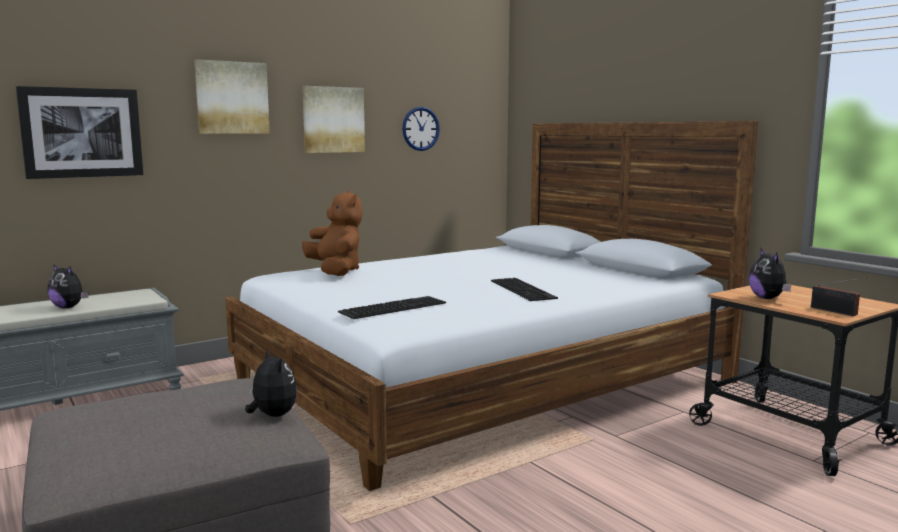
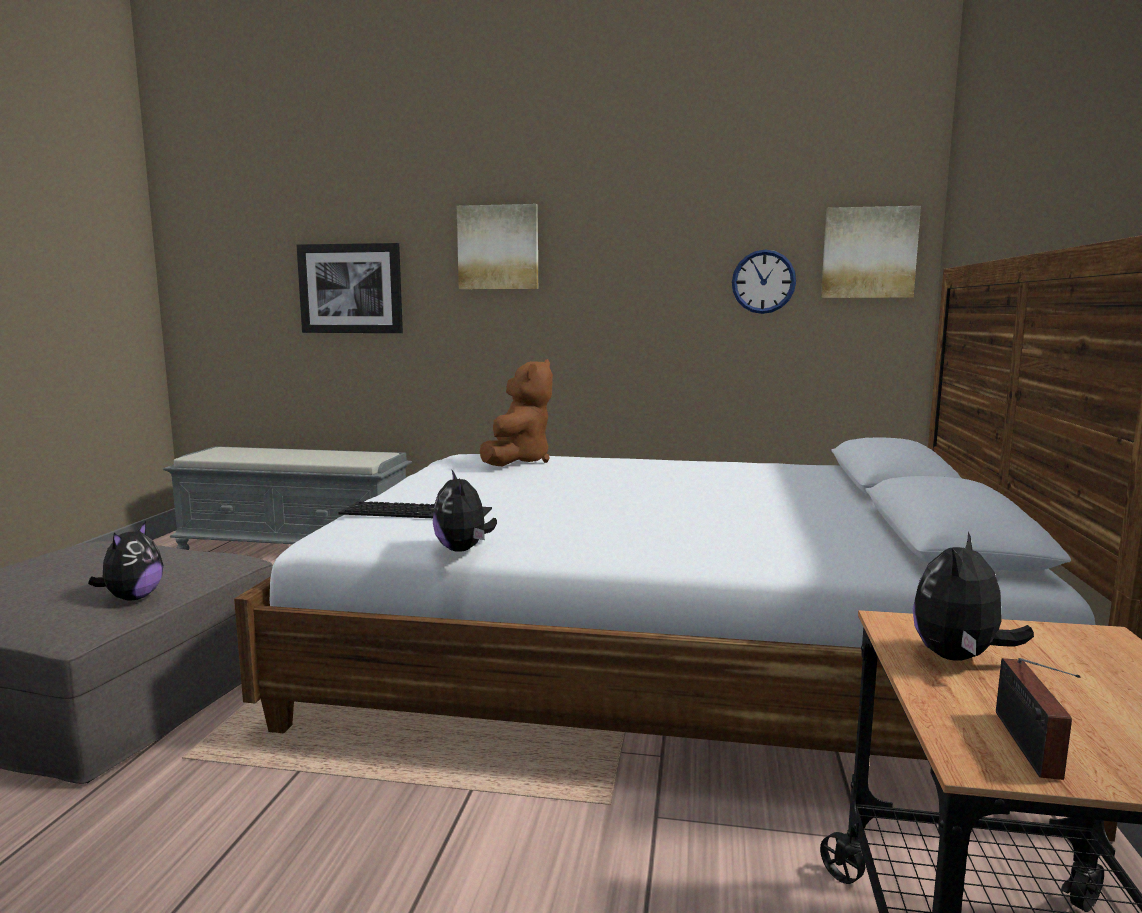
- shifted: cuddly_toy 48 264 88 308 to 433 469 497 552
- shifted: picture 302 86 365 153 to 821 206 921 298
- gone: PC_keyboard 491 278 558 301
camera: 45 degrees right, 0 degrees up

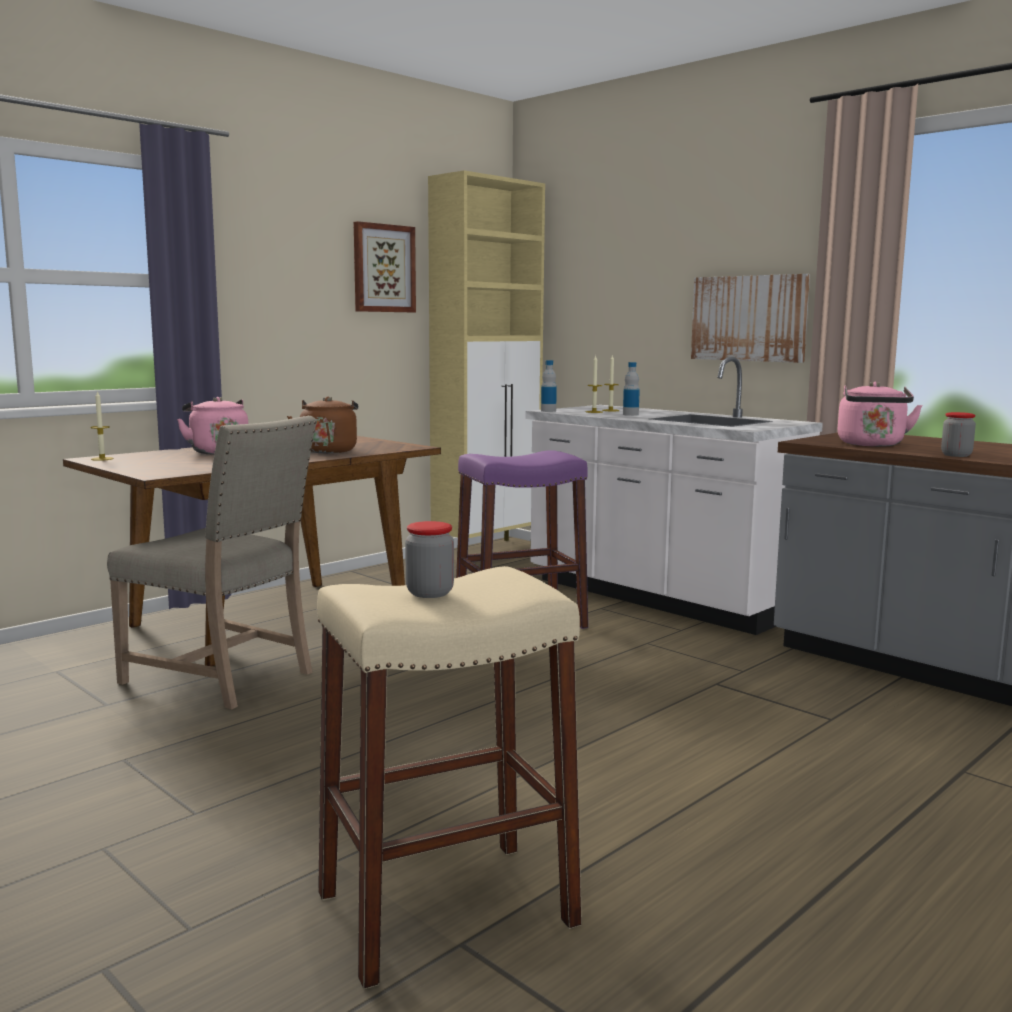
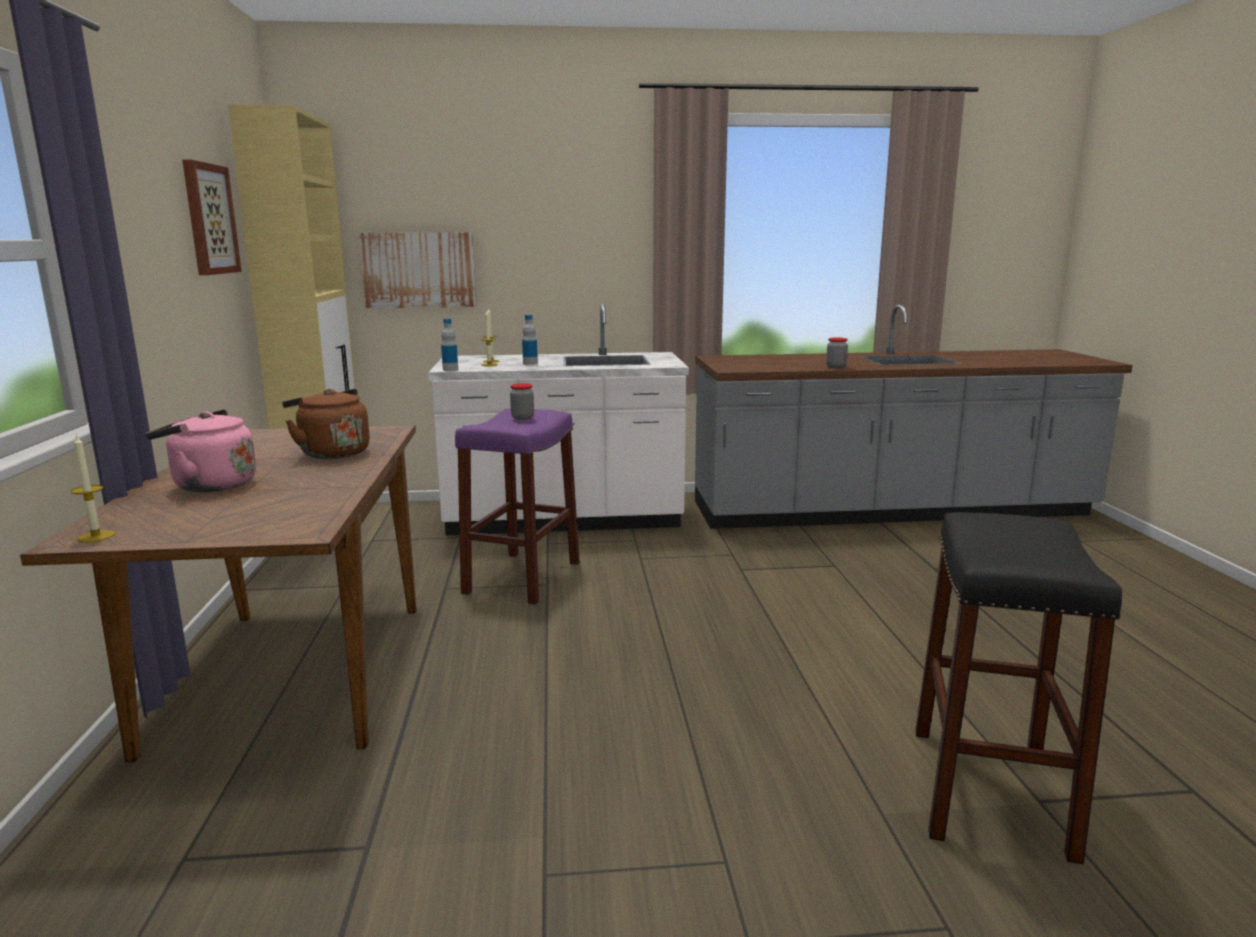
- gone: beige-coloured_chair 107 416 317 709
- repainted: beige-coloured_stool 317 566 582 989 to blackish_stool 915 512 1122 864
- shifted: jar 405 521 454 598 to 510 383 534 420
- shifted: picture 691 274 810 363 to 359 232 477 308
- gone: pink_kettle 838 382 923 447
camera: 50 degrees left, 5 degrees up

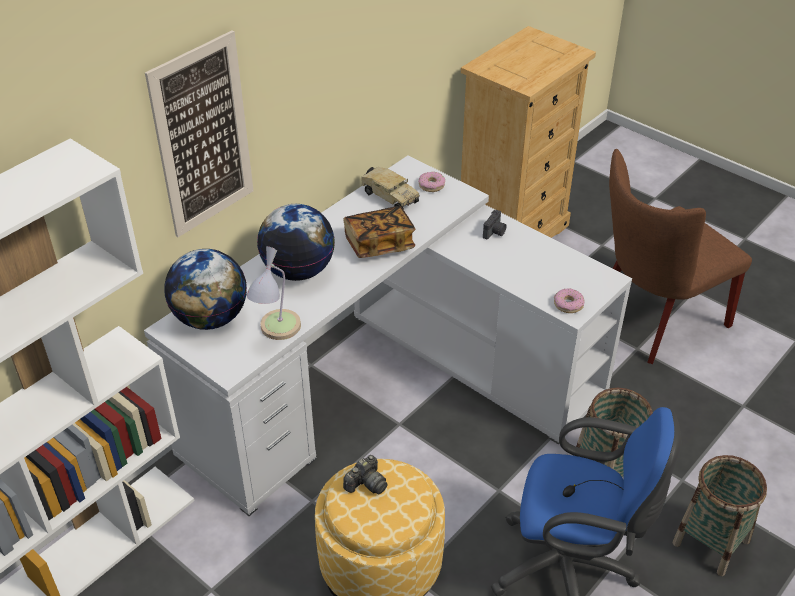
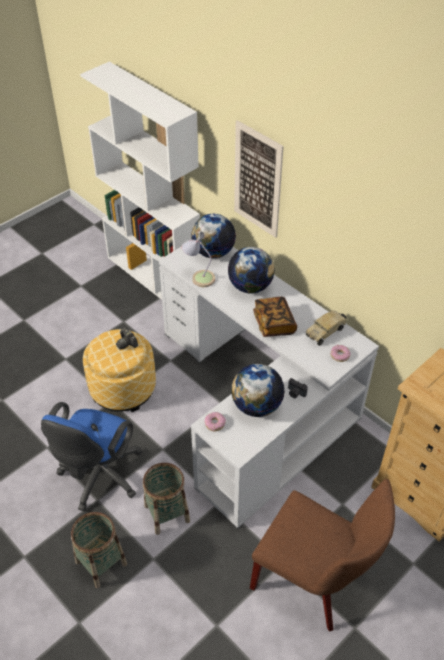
- rotated: brown-coloured_chair 609 149 752 364 = 250 479 395 632 150 degrees clockwise
- new: desk_globe 231 364 284 417
camera: 95 degrees right, 5 degrees up

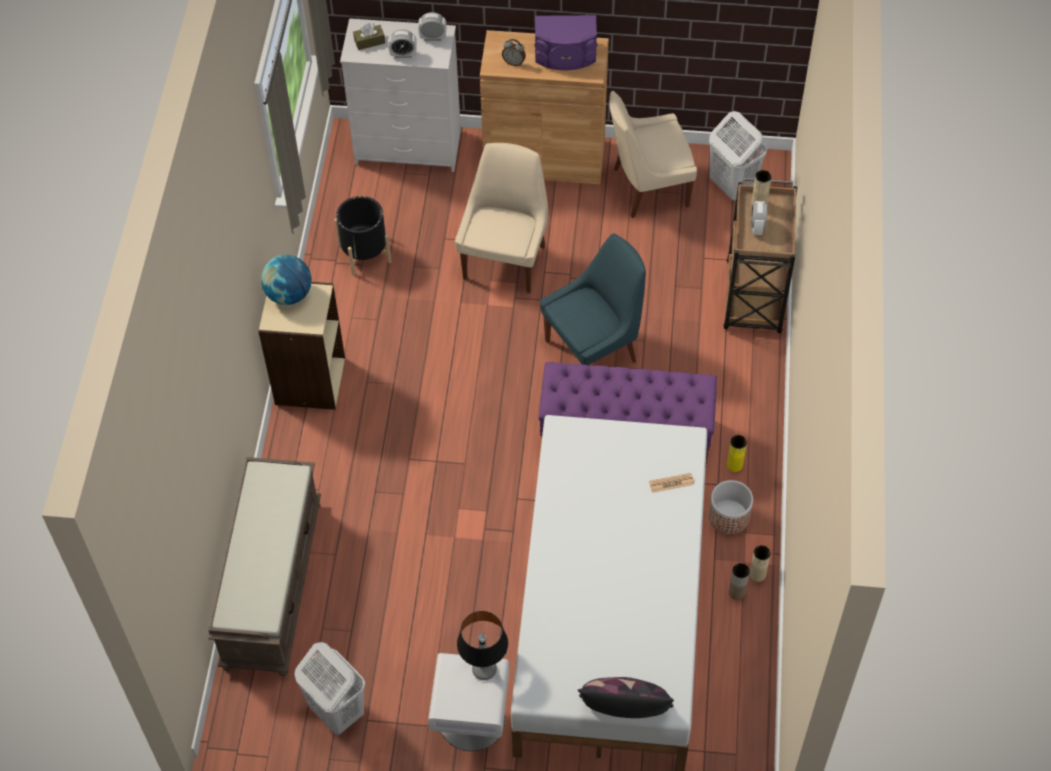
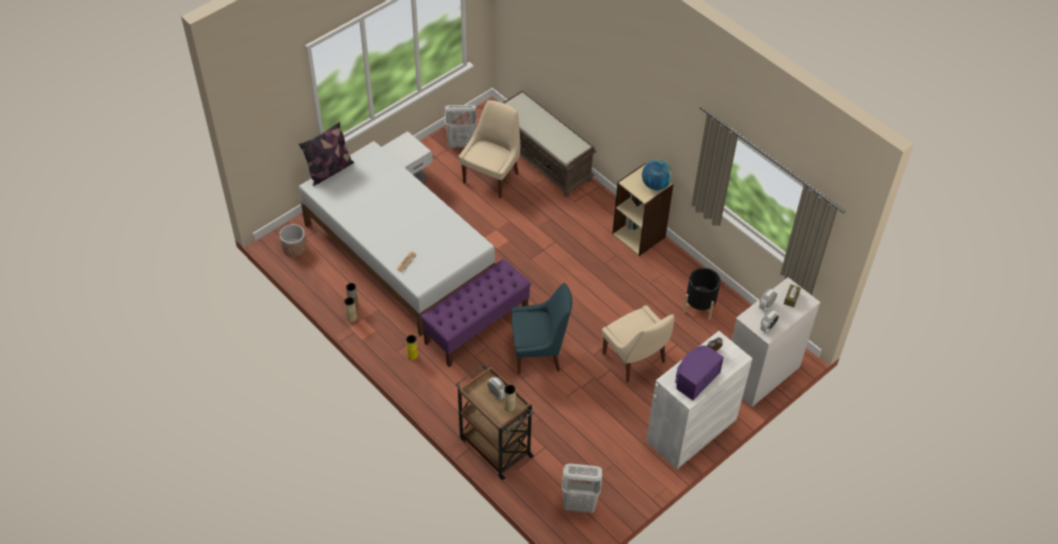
- gone: table_lamp 457 611 508 680
- repainted: brown-coloured_storage_cabinet 480 30 609 185 to white-coloured_storage_cabinet 646 331 753 469
- rotated: bluish_chair 540 233 646 365 = 512 283 572 374 105 degrees counterclockwise
- shifted: beige-coloured_chair 609 91 697 218 to 459 100 520 198
- shifted: flower_pot 708 480 753 535 to 280 224 307 257
camera: 130 degrees right, 5 degrees down

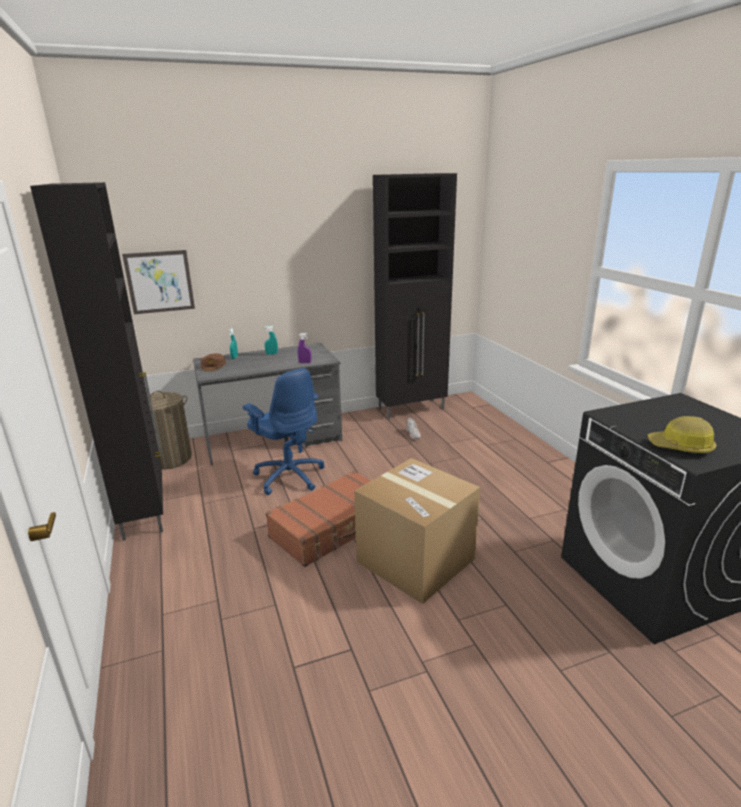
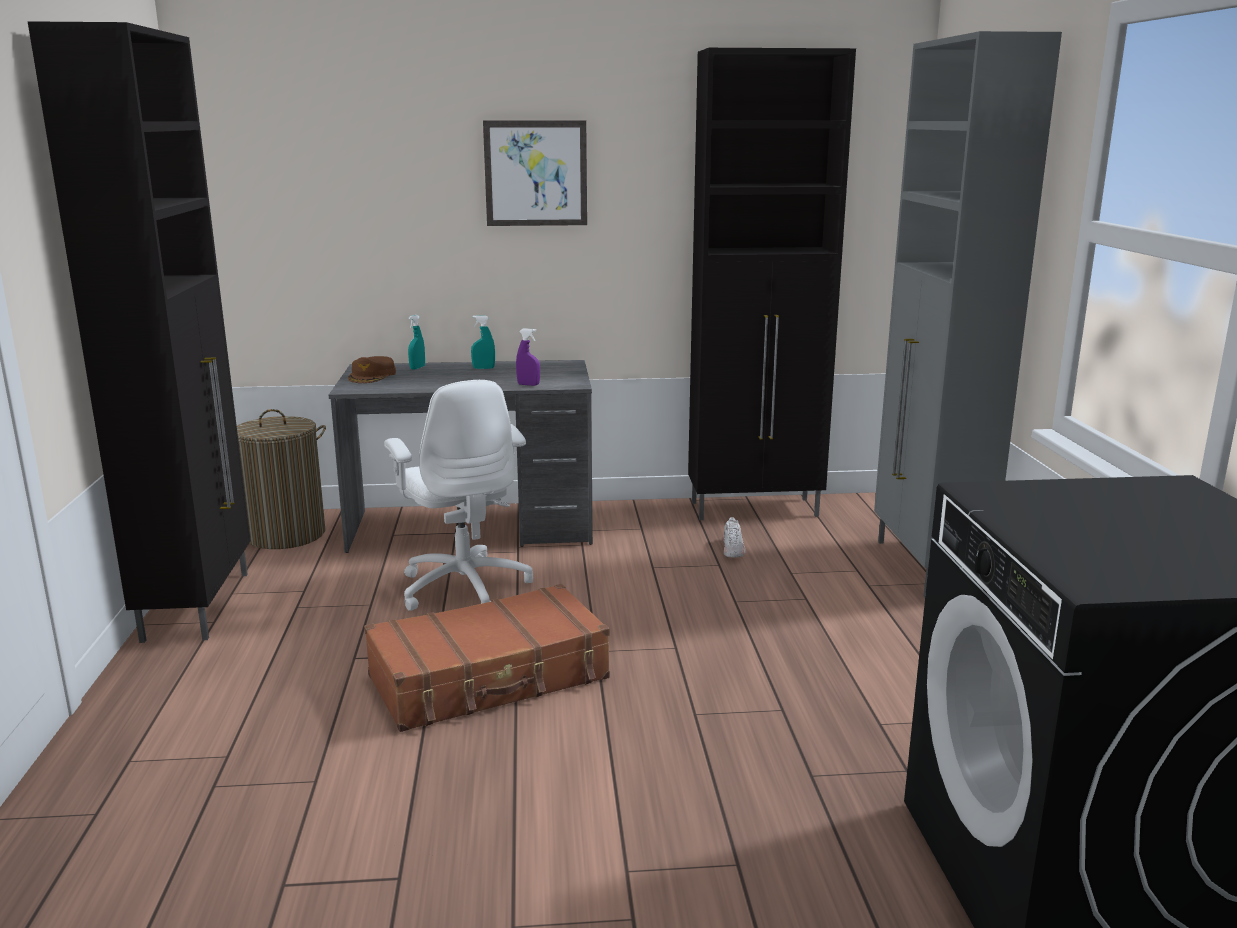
- shifted: picture 122 250 195 314 to 483 120 587 226
- repainted: bluish_desk_chair 243 368 324 495 to white-coloured_desk_chair 384 380 533 611
- gone: carton 354 458 480 604
- gone: hard_hat 648 416 716 453
- new: greyish_storage_cabinet 874 31 1062 598
camera: 15 degrees right, 5 degrees down

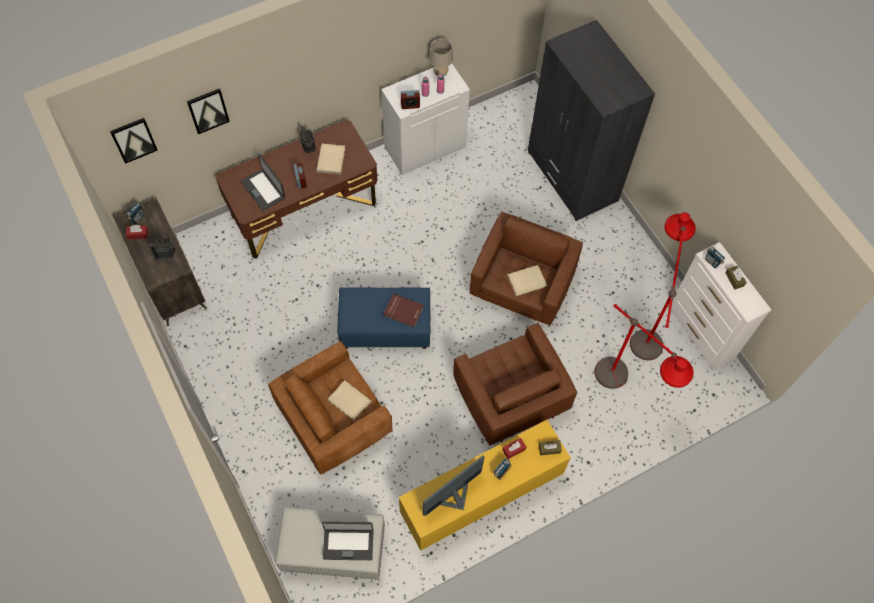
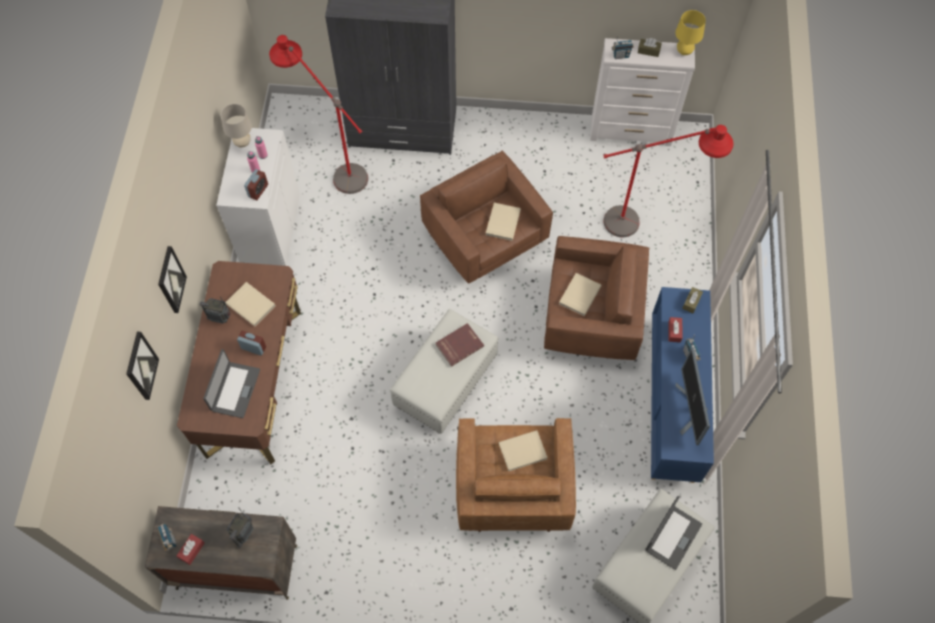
- shifted: picture 110 118 158 164 to 158 246 187 313
- rotated: notebook_computer 241 154 285 211 = 203 349 260 418 75 degrees counterclockwise
- repainted: bluish_ottoman 337 288 430 349 to white-coloured_ottoman 390 309 499 434
- repainted: yellow_storage_cabinet 399 420 571 551 to bluish_storage_cabinet 651 287 714 483
- shifted: reddish_floor_lamp 630 212 696 360 to 269 35 368 194
- new: beige-coloured_volume 559 273 602 316
- new: yellow_table_lamp 675 10 706 55
camera: 55 degrees left, 0 degrees up

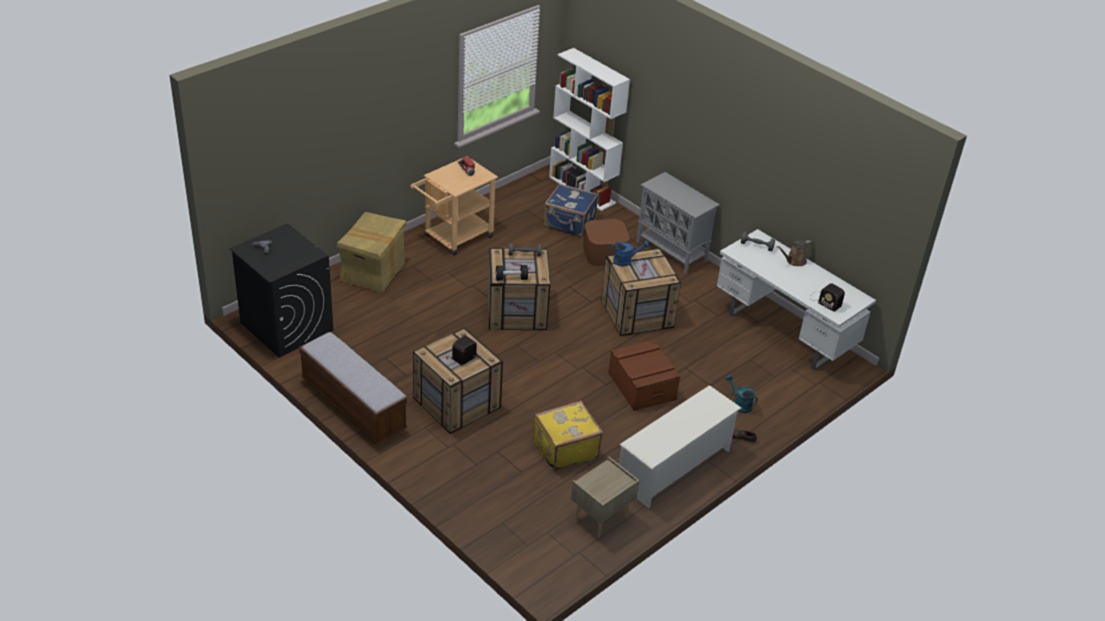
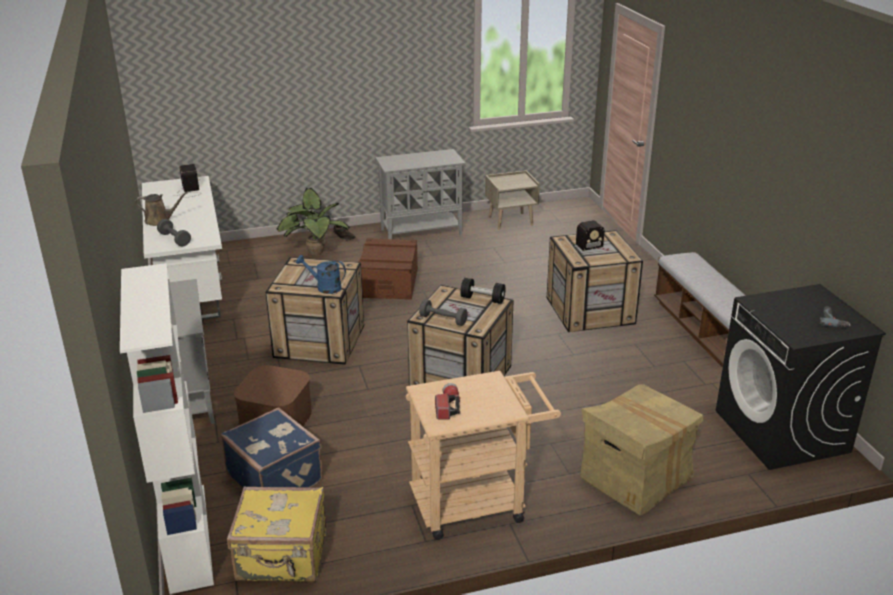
- shifted: yellow_piece_of_luggage 533 401 603 471 to 227 487 326 582
- swapped: white-coloured_shoe_shelf 619 385 742 508 to greyish_storage_cabinet 375 149 465 239
- swapped: blue-green_watering_can 725 375 758 413 to houseplant 277 187 350 255
camera: 150 degrees left, 10 degrees down

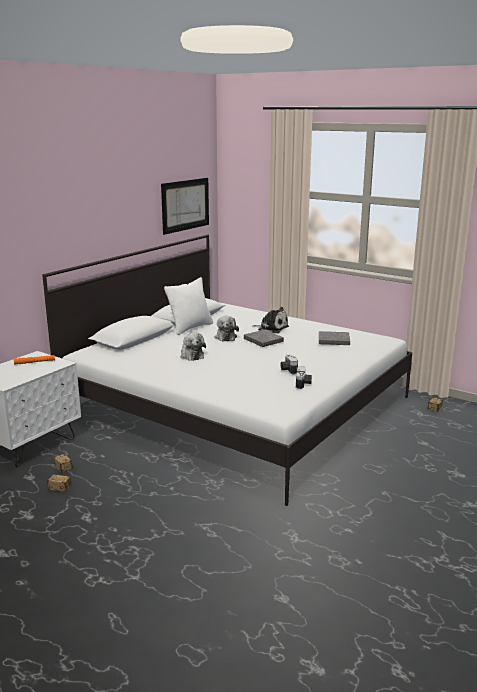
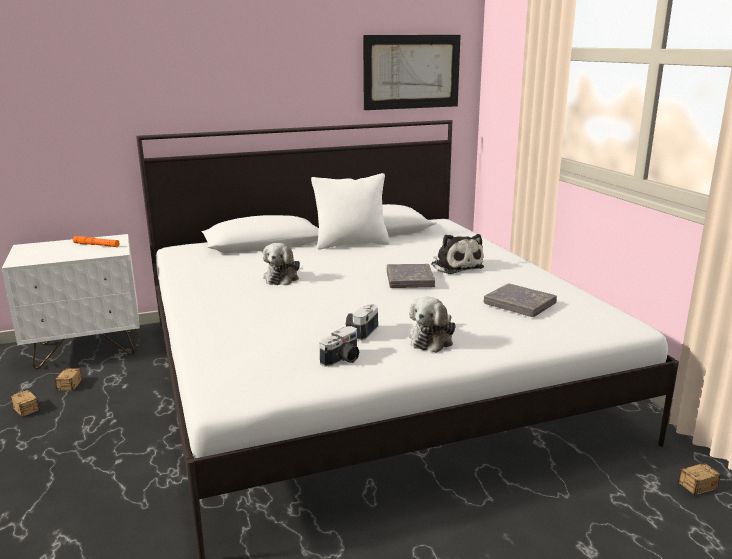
- shifted: cuddly_toy 215 316 239 341 to 409 297 456 353
camera: 35 degrees right, 0 degrees up

